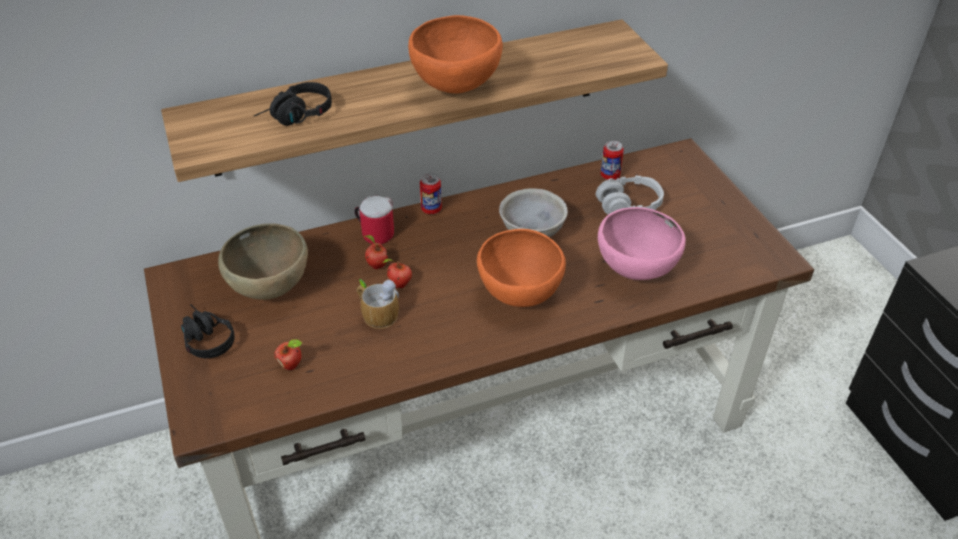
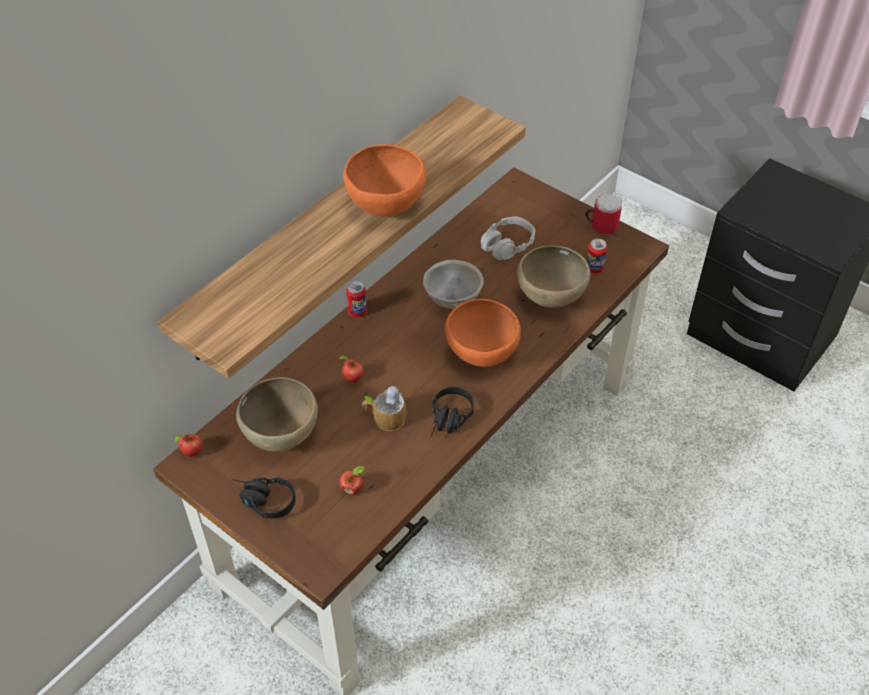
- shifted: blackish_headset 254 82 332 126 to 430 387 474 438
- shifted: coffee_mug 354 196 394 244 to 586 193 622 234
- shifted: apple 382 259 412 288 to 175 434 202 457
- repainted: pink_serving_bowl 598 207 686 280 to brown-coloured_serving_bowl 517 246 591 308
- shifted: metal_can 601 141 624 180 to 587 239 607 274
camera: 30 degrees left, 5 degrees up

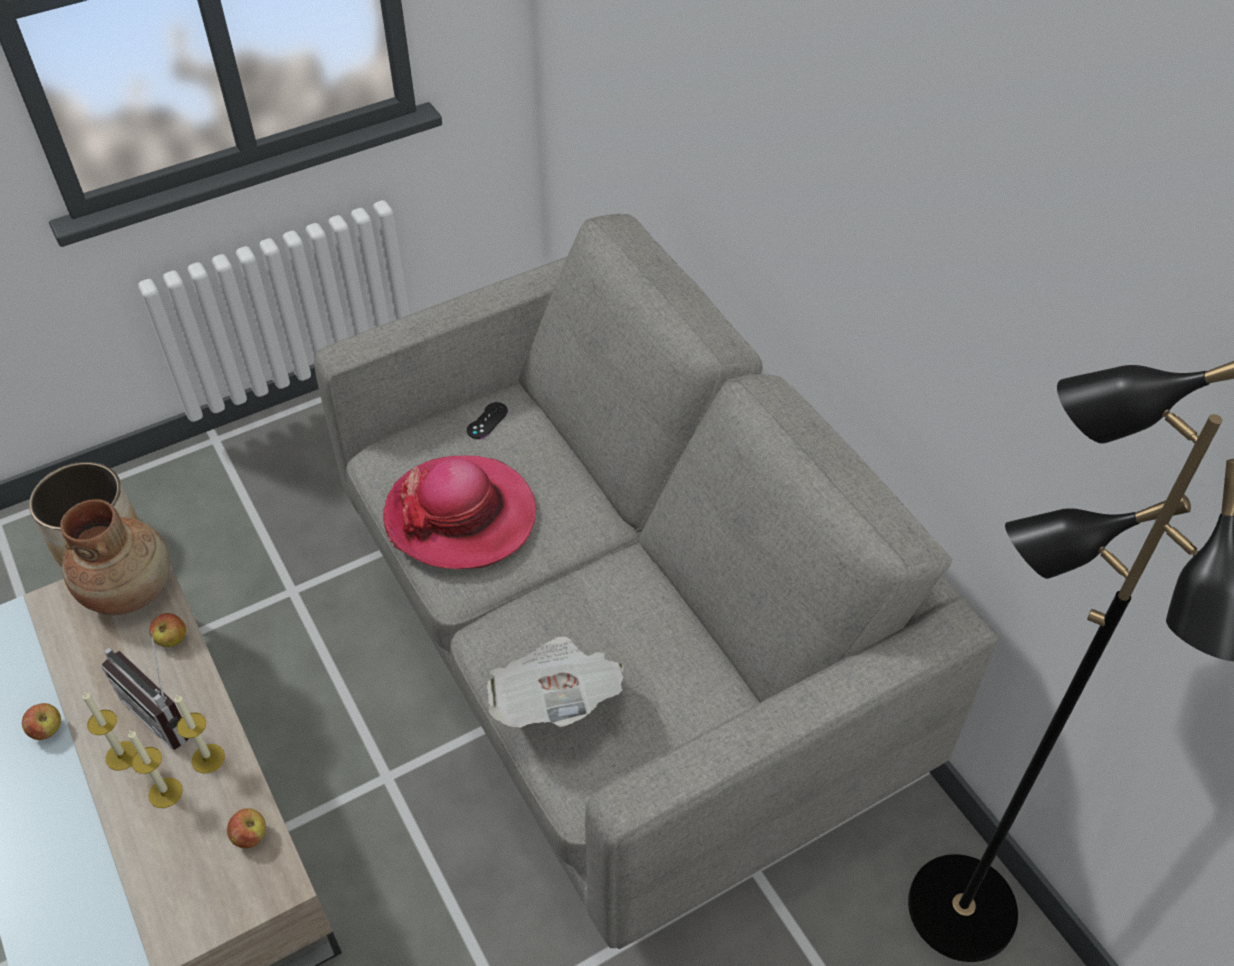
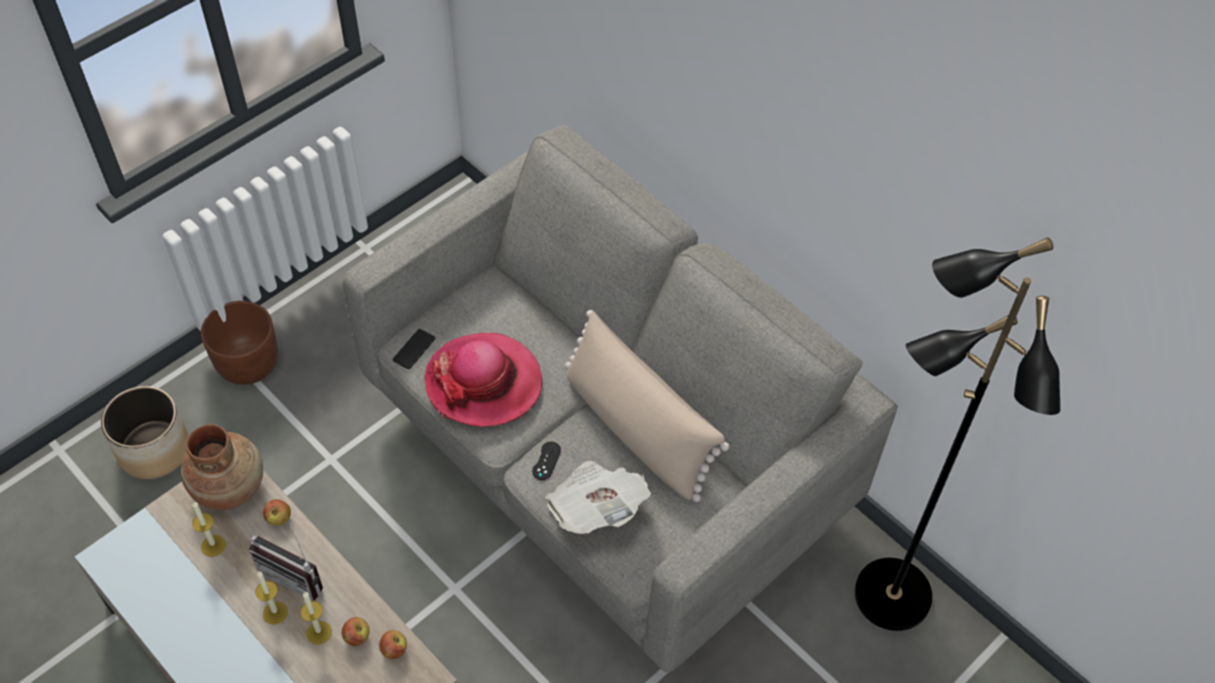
- shifted: apple 22 703 61 740 to 341 617 370 646
- shifted: wax_candle 175 695 225 773 to 192 502 226 557
- shifted: blackish_game_controller 467 402 508 439 to 532 442 561 480
- new: brown-coloured_flower_pot 201 301 278 385
- new: phone 393 329 436 369
- new: beige-coloured_pillow 565 310 729 502
camera: 15 degrees left, 5 degrees up

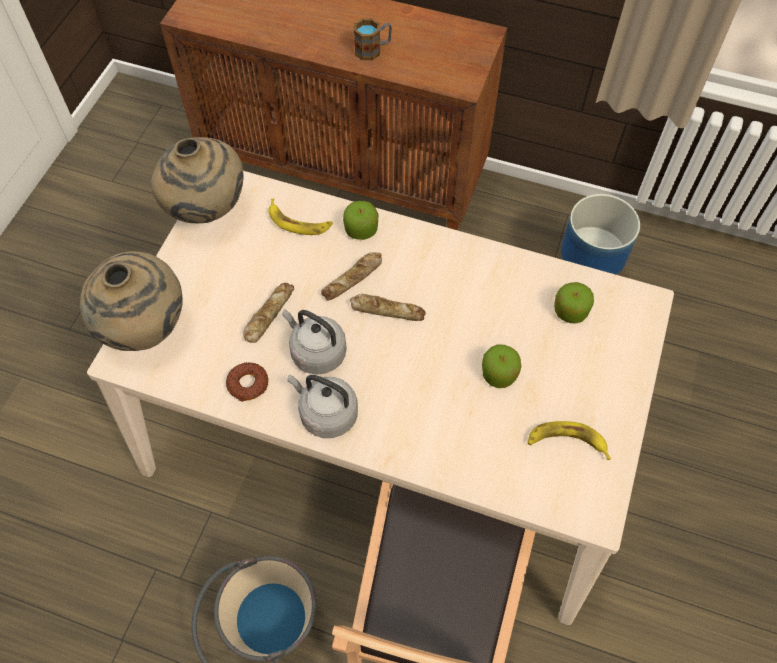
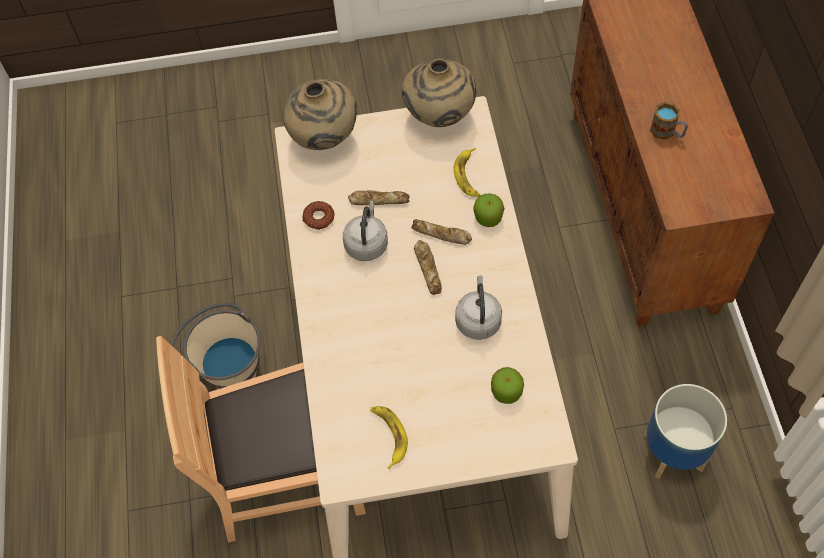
- shifted: greyish_kettle 288 375 358 438 to 455 275 502 340
- gone: apple 482 344 521 388
camera: 65 degrees right, 0 degrees up

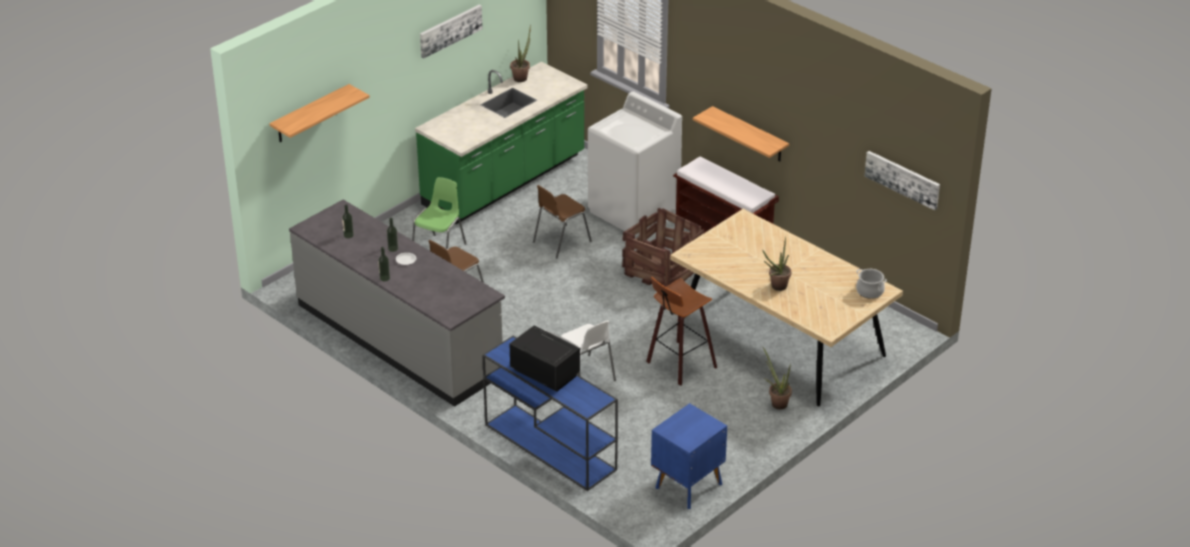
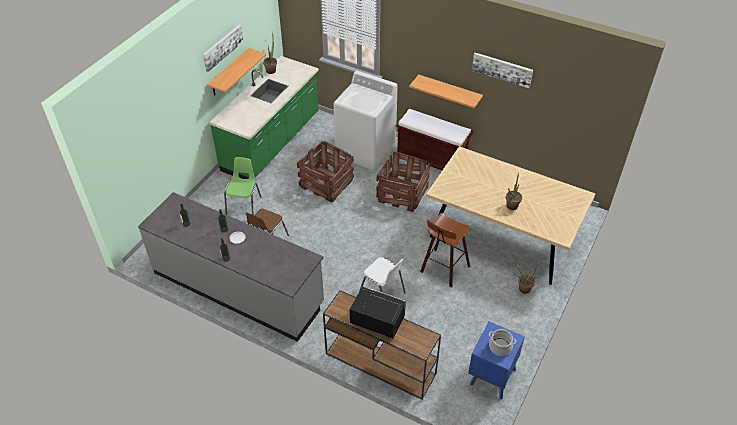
- shifted: shelf 269 84 370 142 to 207 48 266 96
- repainted: bluish_console_table 482 336 618 491 to brown-coloured_console_table 323 290 441 400
- swapped: brown-coloured_chair 533 185 592 258 to packing_crate 297 141 354 202
- shifted: stockpot 856 269 887 299 to 489 329 516 356
- shifted: picture 864 151 940 210 to 472 53 533 88
camera: 15 degrees left, 10 degrees up

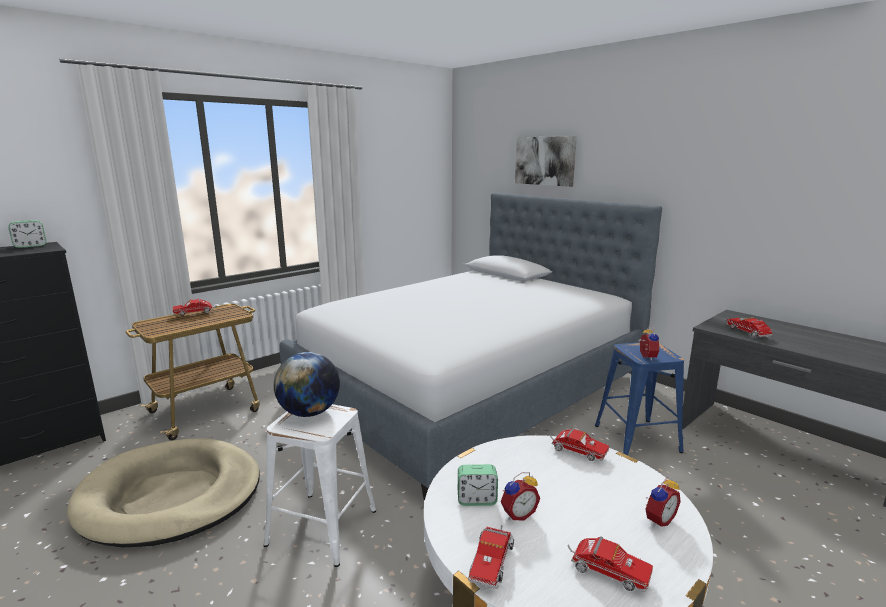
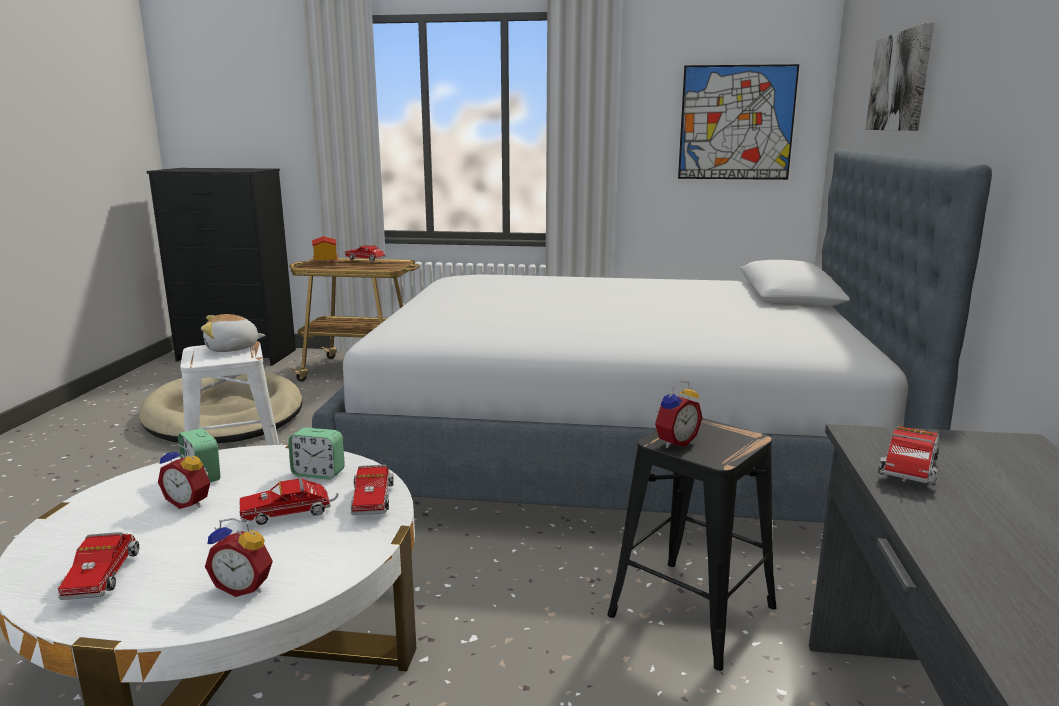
- shifted: alarm_clock 8 220 46 248 to 288 427 345 479
- swapped: desk_globe 274 352 340 417 to cuddly_toy 201 314 266 352
- shifted: toy_lorry 468 525 514 589 to 239 477 338 525
- repainted: bluish_stool 595 343 684 455 to blackish_stool 607 418 776 671
- new: miniature_house 312 236 338 265
- new: picture 678 64 799 180
camera: 50 degrees right, 0 degrees up

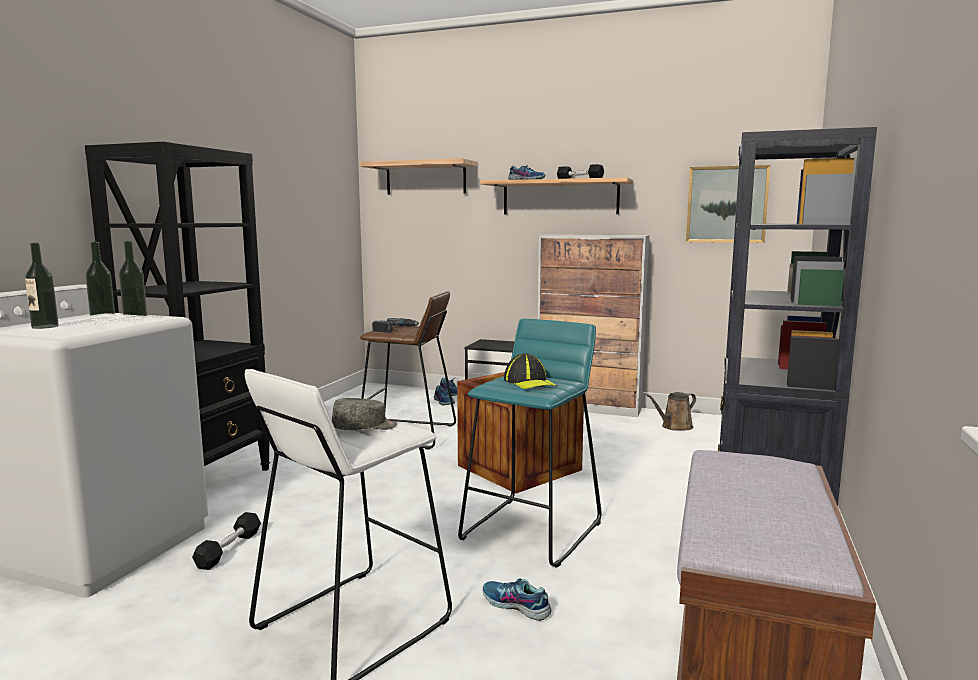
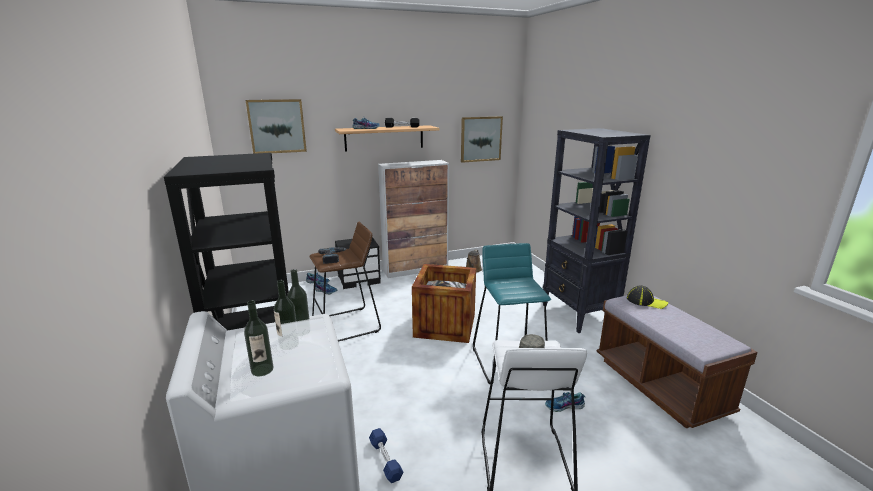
- repainted: blackish_free_weight 192 512 261 570 to bluish_free_weight 369 428 403 483
- swapped: shelf 359 158 477 195 to picture 246 99 307 154
- shifted: peaked_cap 504 353 557 389 to 627 286 668 309
camera: 40 degrees left, 10 degrees up

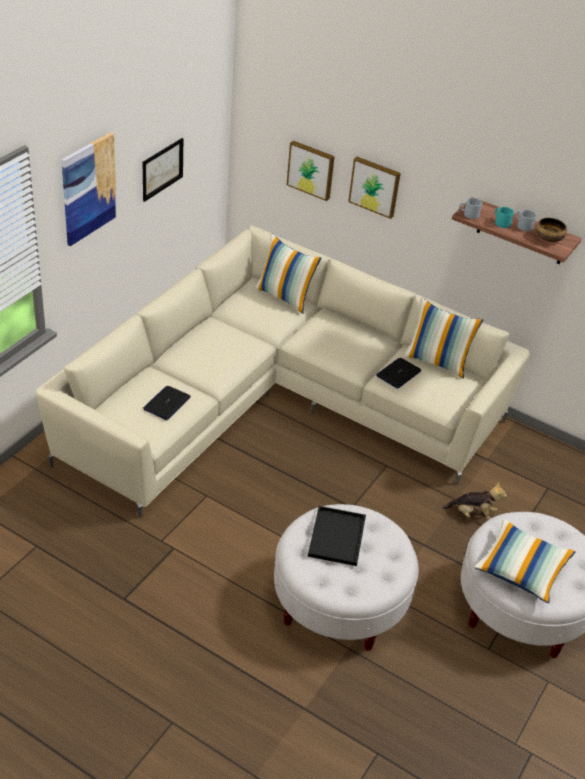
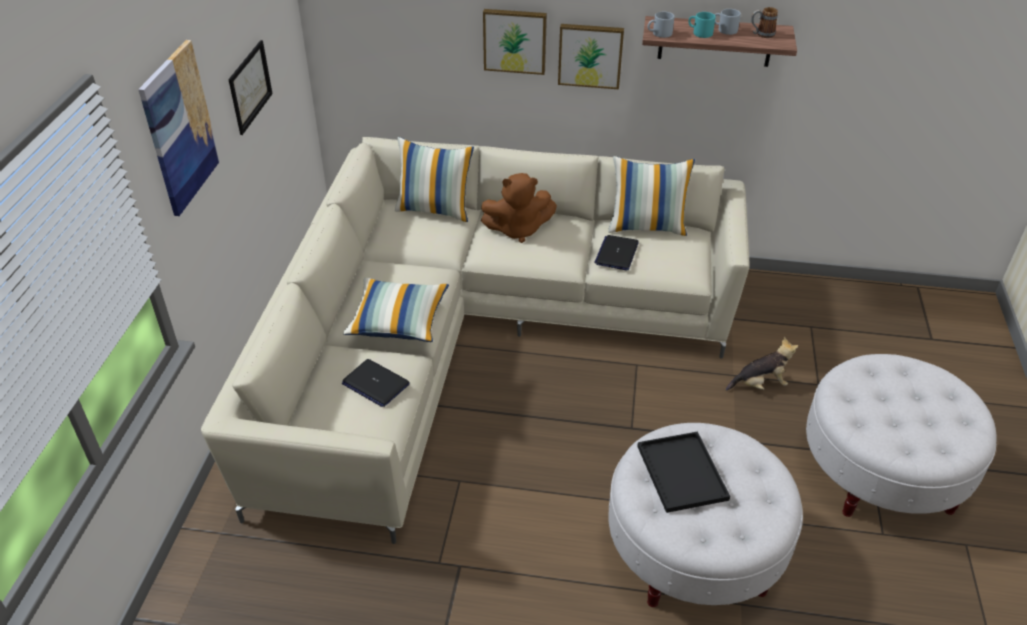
- rotated: notebook_computer 143 386 191 420 = 342 359 410 407 60 degrees counterclockwise
- shifted: picture 287 141 335 201 to 558 24 624 89
- shifted: pillow 474 519 576 603 to 343 278 449 342
- swapped: serving_bowl 536 218 567 242 to coffee_mug 751 7 778 38
- new: brown-coloured_cuddly_toy 481 173 557 243
camera: 20 degrees left, 0 degrees up

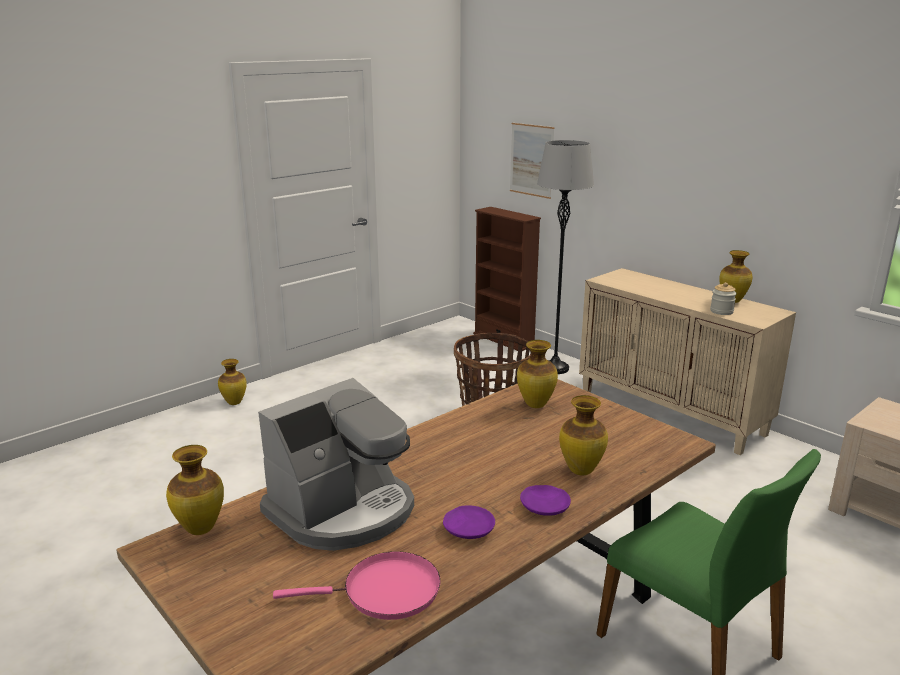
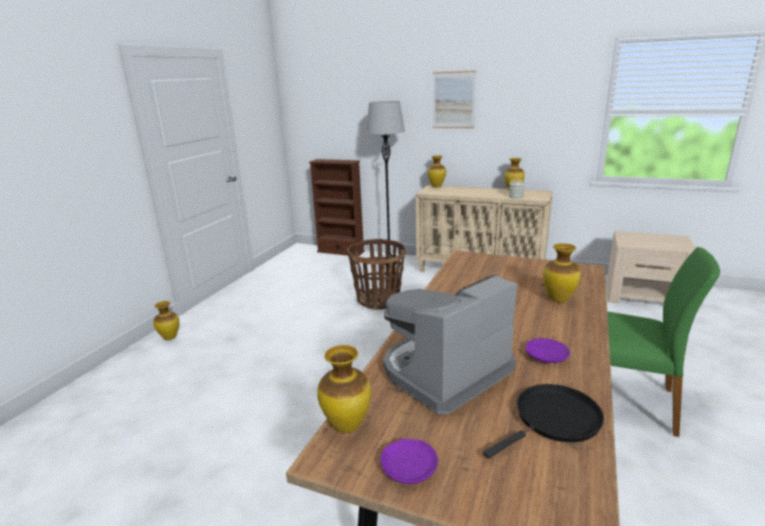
- rotated: coffee_machine 258 378 414 551 = 383 274 517 414 150 degrees counterclockwise
- repainted: pink_skillet 273 551 441 620 to blackish_skillet 483 384 604 459
- shifted: picture 510 123 555 199 to 433 71 476 128
- shifted: vase 517 340 558 408 to 428 155 446 187
- shifted: purple_plate 520 485 571 516 to 380 439 438 484
camera: 25 degrees left, 0 degrees up

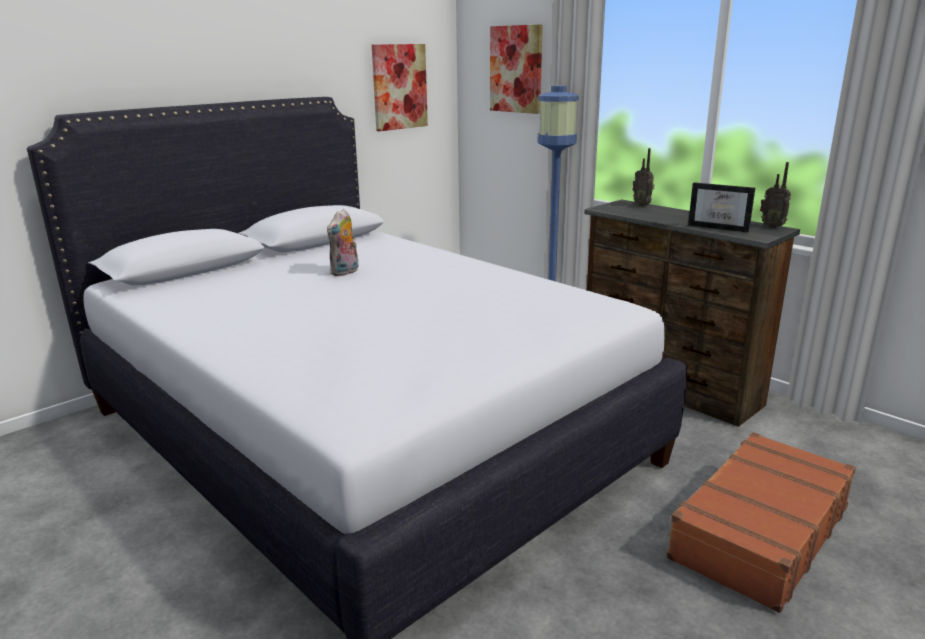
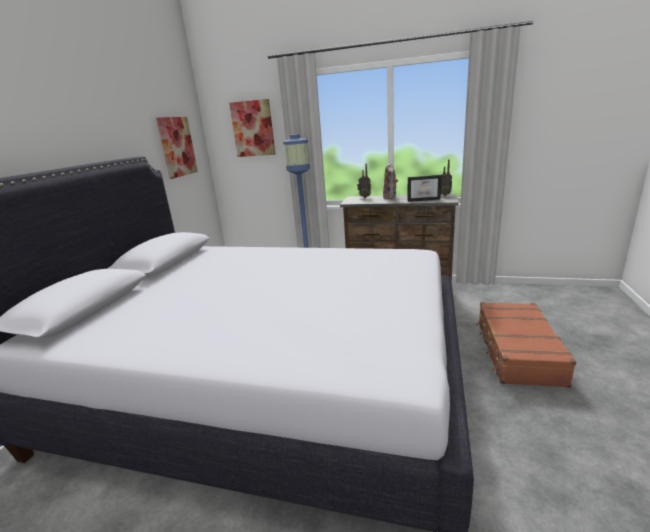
- shifted: cuddly_toy 327 209 358 276 to 383 163 398 199
camera: 30 degrees left, 0 degrees up

